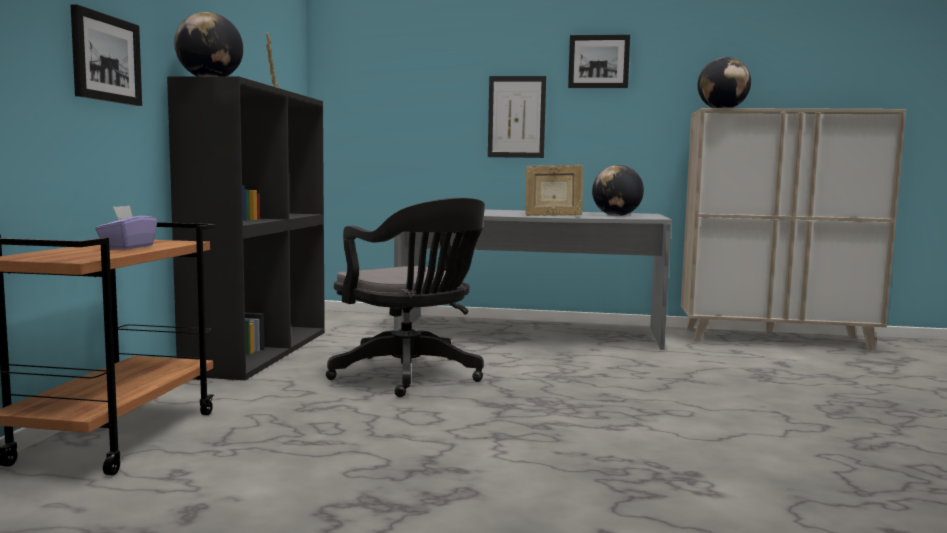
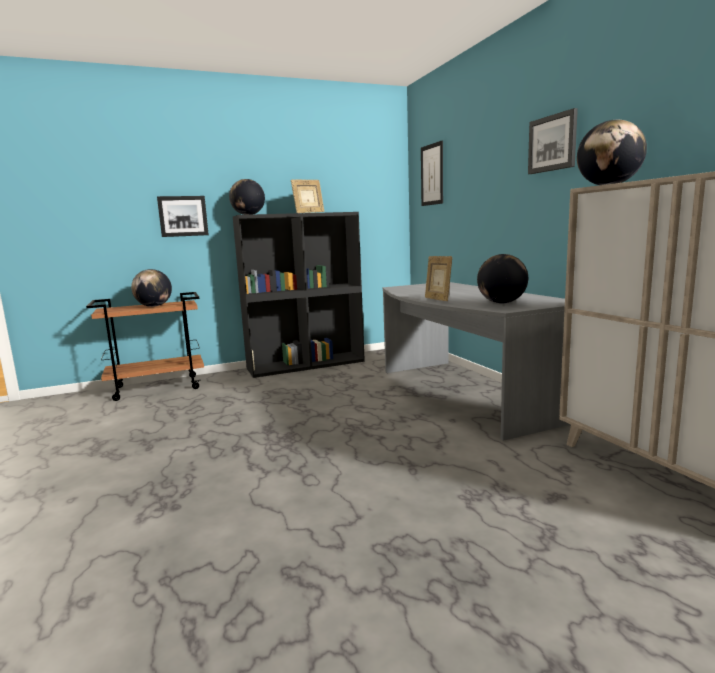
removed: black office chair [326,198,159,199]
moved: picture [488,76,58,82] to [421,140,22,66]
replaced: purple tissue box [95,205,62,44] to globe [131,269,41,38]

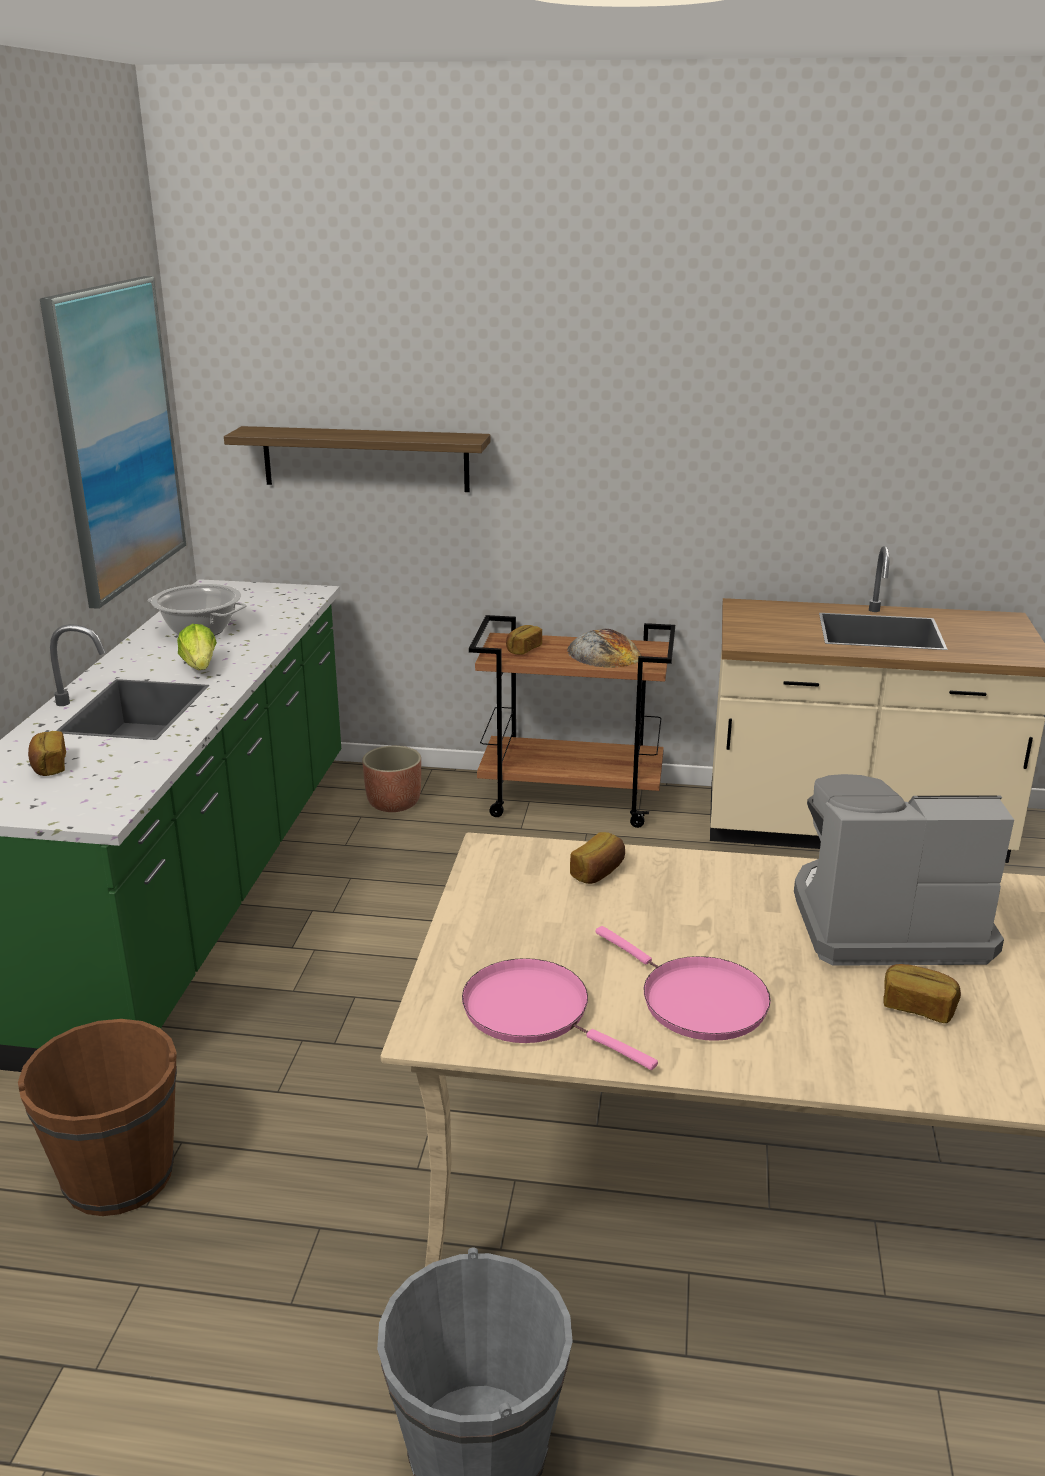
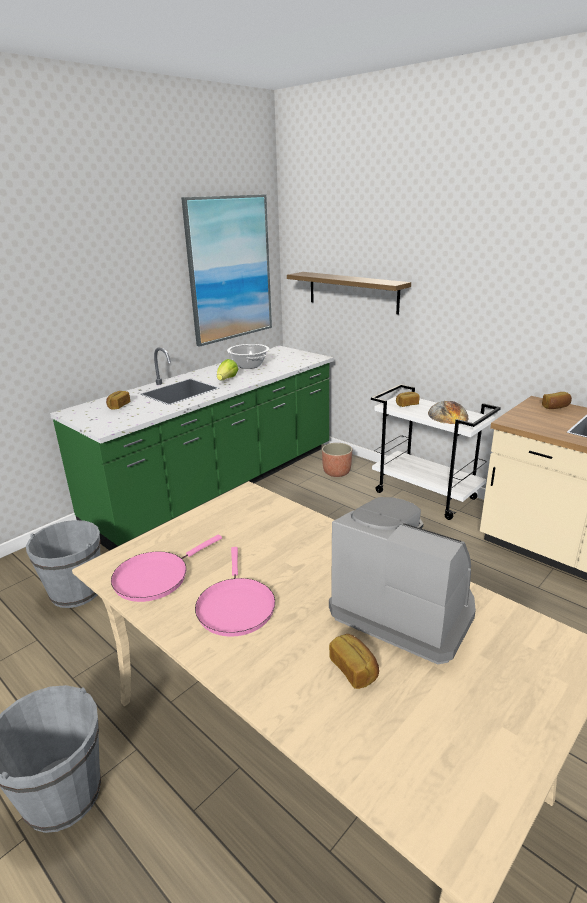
moved: bread [570,832,55,52] to [542,392,30,17]
recoloured: brown bucket [18,1019,159,197] to grey bucket [26,520,74,88]; brown cart [469,615,206,213] to white cart [371,384,130,136]
turned: pink frying pan [462,958,196,112] = [111,535,111,67] 120 degrees counterclockwise

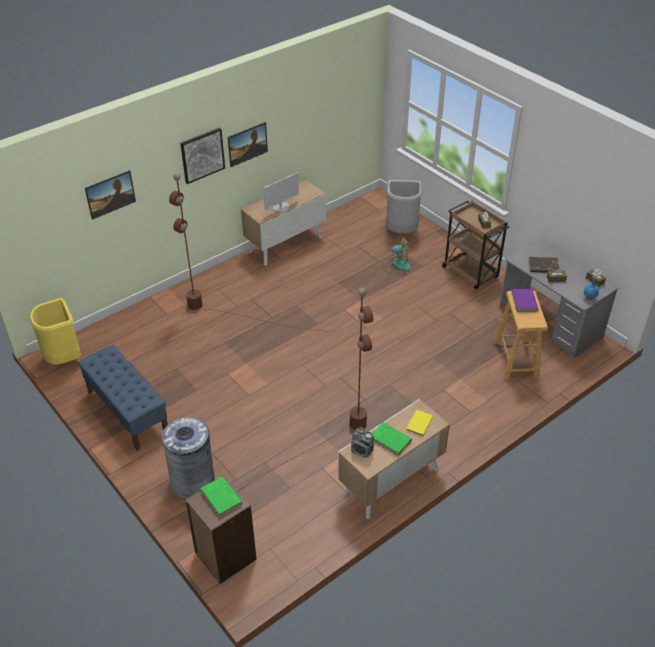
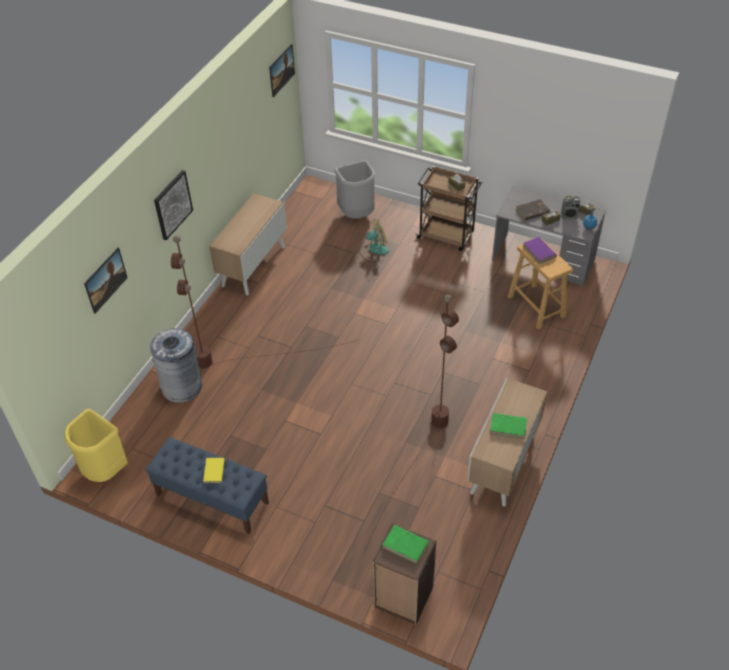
removed: monitor [264,172,35,40]
moved: grey trash can [162,417,53,82] to [150,328,52,75]; yellow book [406,410,27,27] to [203,458,22,25]; picture [228,122,40,45] to [269,44,26,53]; radio [351,427,23,31] to [561,196,19,23]

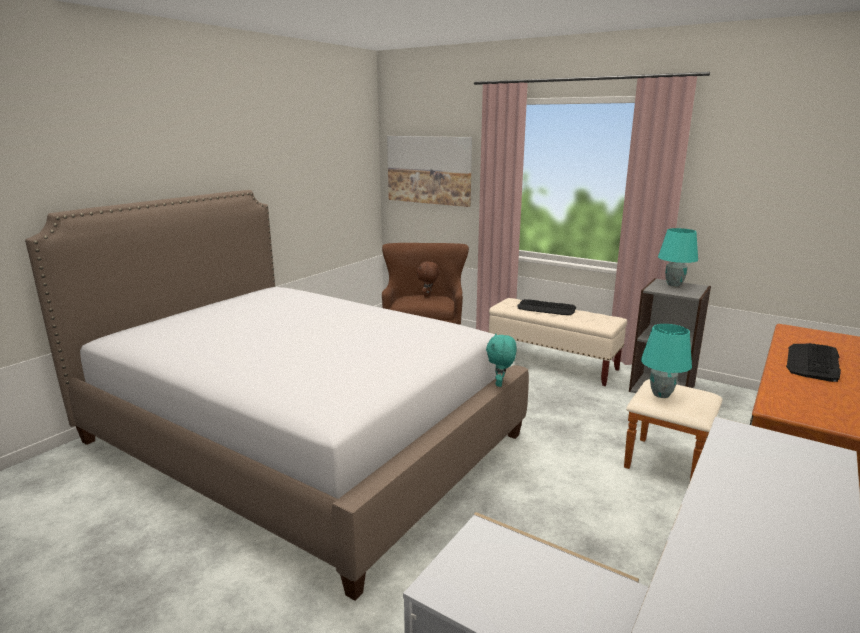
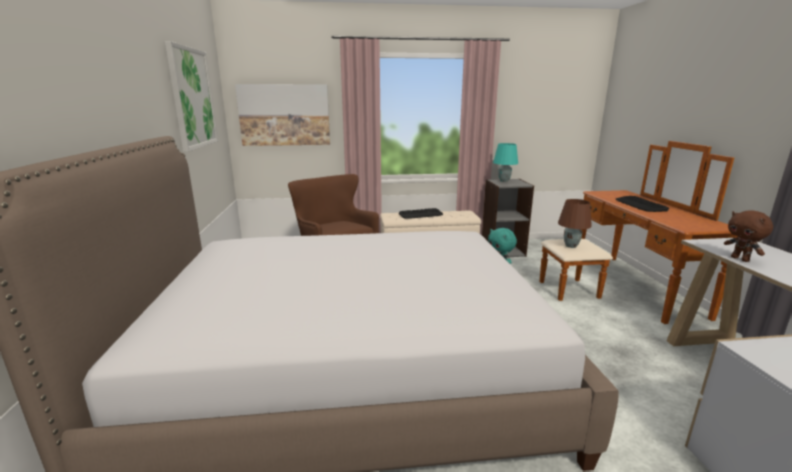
added: picture [165,41,53,111]
moved: brown plush toy [417,261,22,36] to [724,210,49,52]
recoloured: turquoise table lamp [641,324,51,74] to brown table lamp [558,199,34,49]

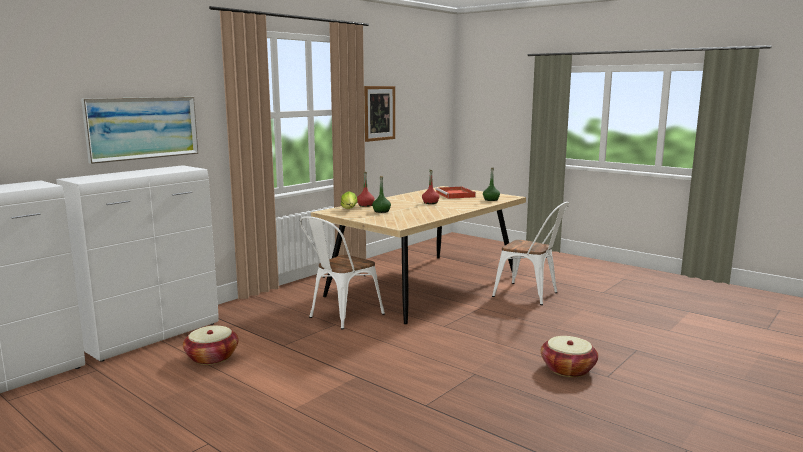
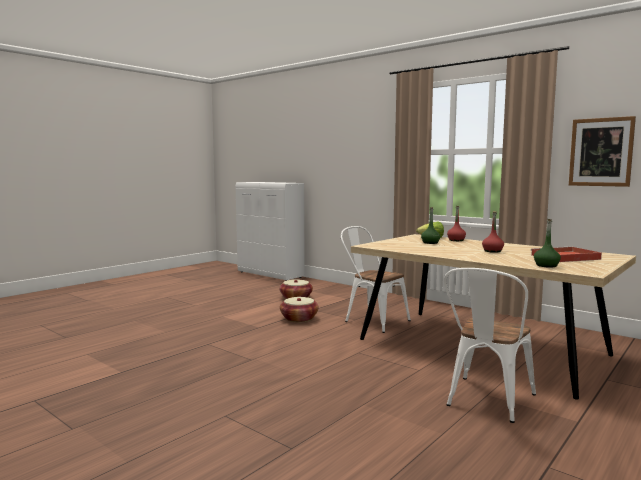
removed: white cabinet [56,165,163,197]; picture [81,97,118,67]
moved: basket [541,336,57,41] to [280,297,39,26]

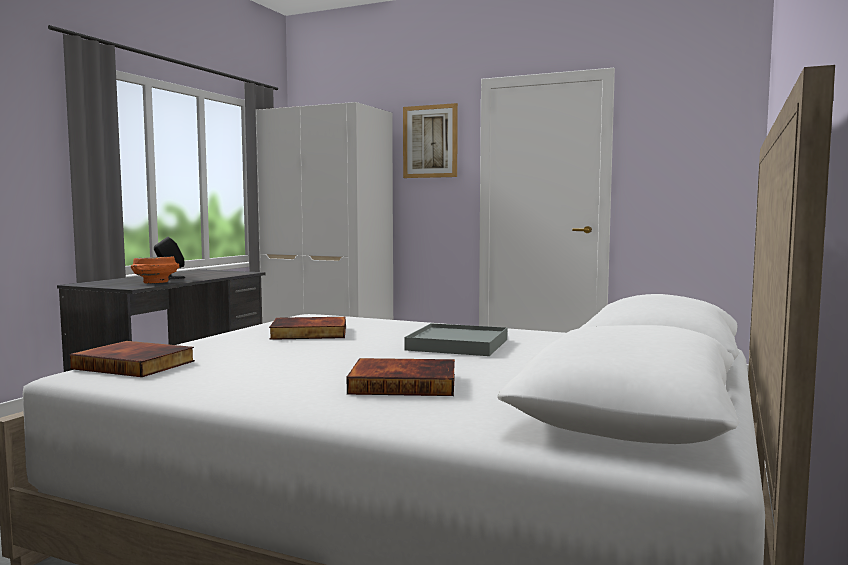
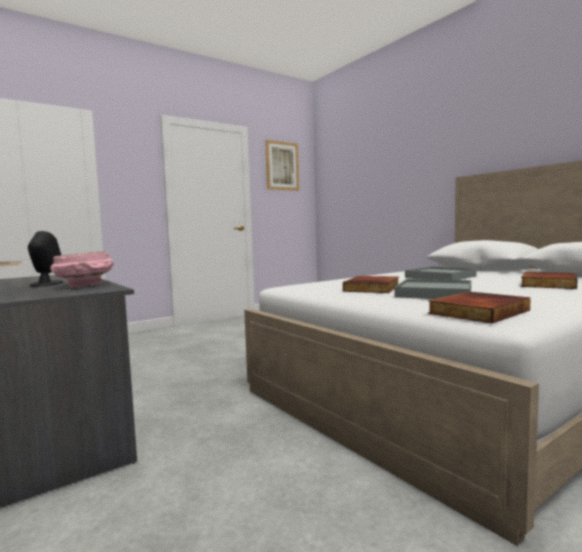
added: grey tray [395,279,76,20]
moved: picture [403,103,55,75] to [265,140,34,51]
recoloured: orange bowl [131,256,48,27] to pink bowl [51,251,63,37]

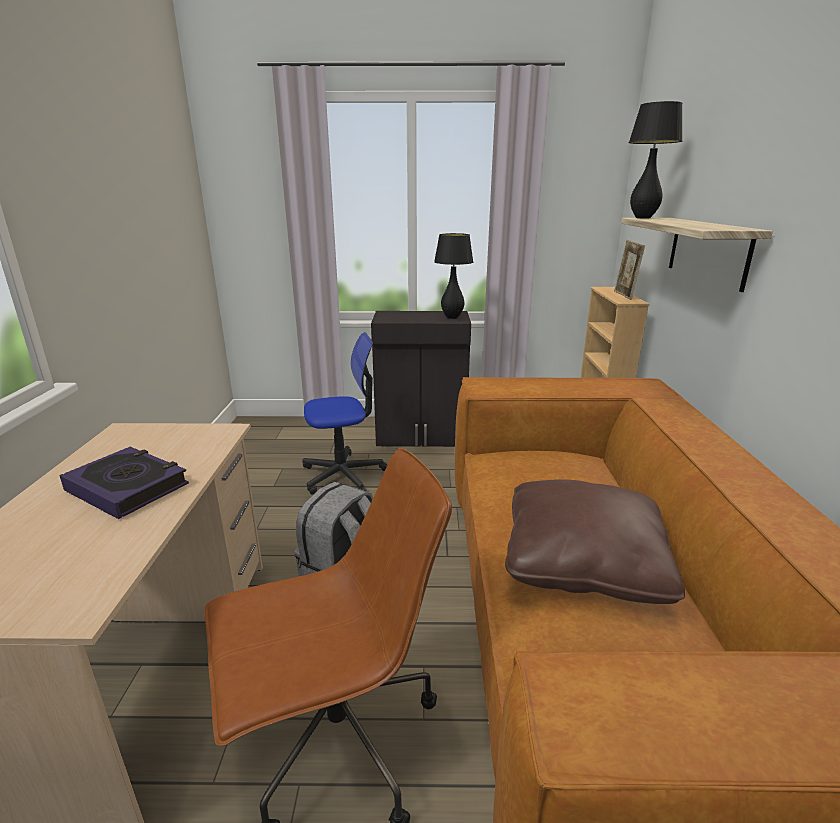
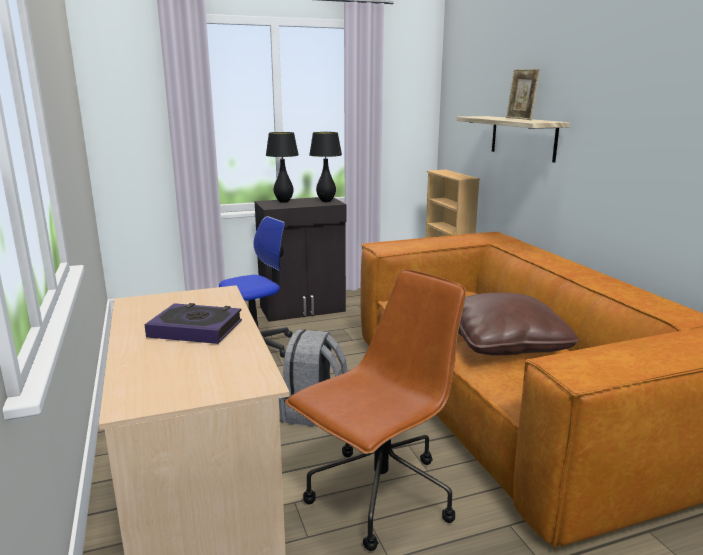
moved: black table lamp [629,101,53,117] to [266,132,33,71]; picture frame [614,240,31,60] to [506,69,35,51]

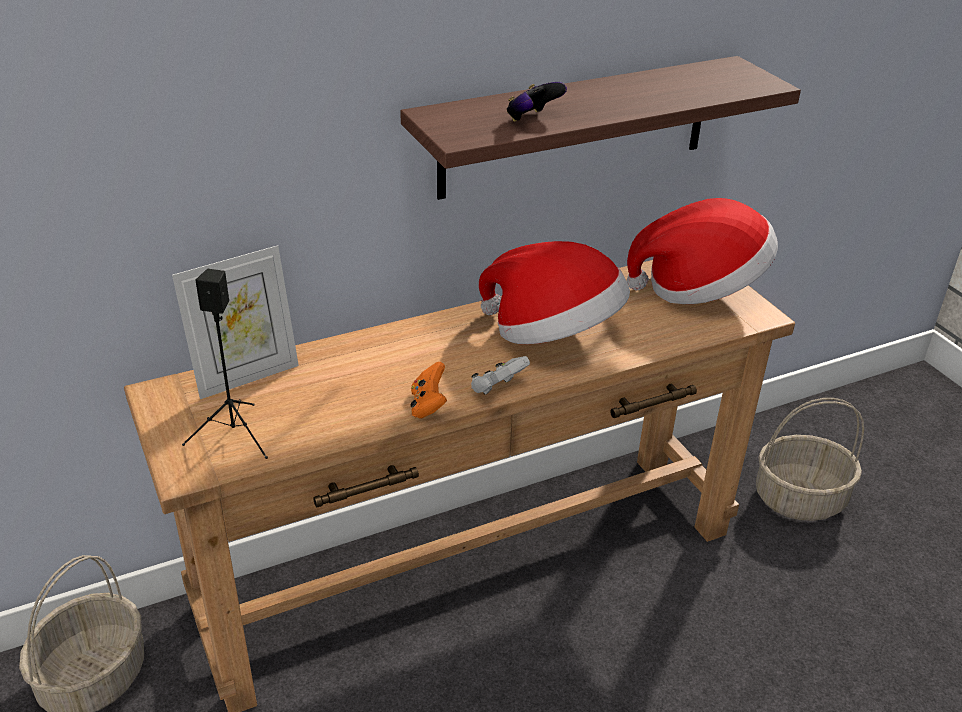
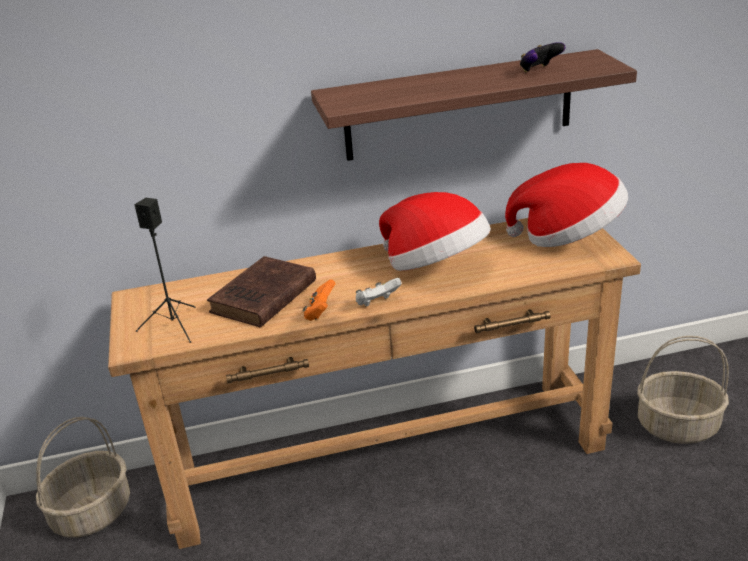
removed: picture frame [172,245,127,154]
added: brown book [207,256,109,71]
moved: game controller [507,82,60,40] to [520,42,46,30]

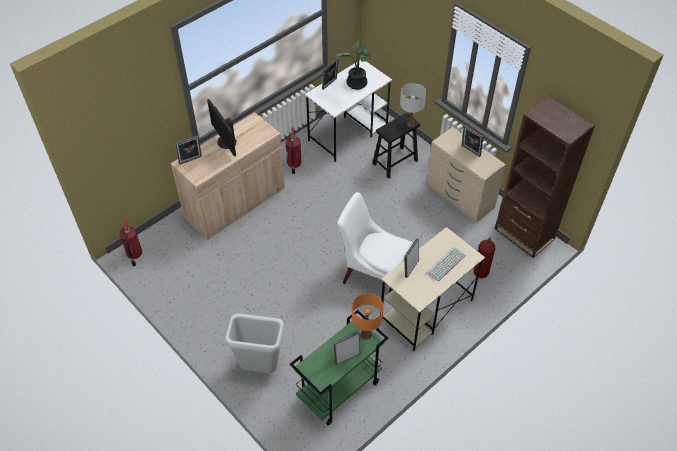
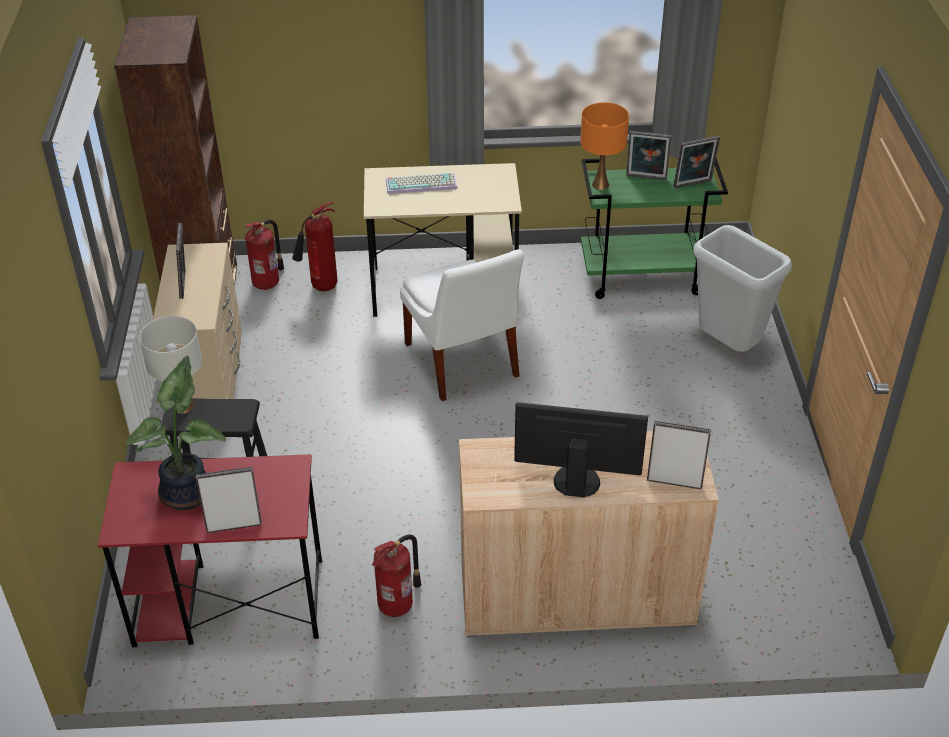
moved: fire extinguisher [119,218,23,48] to [245,220,39,70]; picture frame [404,238,15,40] to [673,136,47,52]
recoloured: white desk [305,60,87,102] to red desk [98,454,224,193]
turned: monitor [207,99,30,58] = [514,402,134,96] 90 degrees counterclockwise

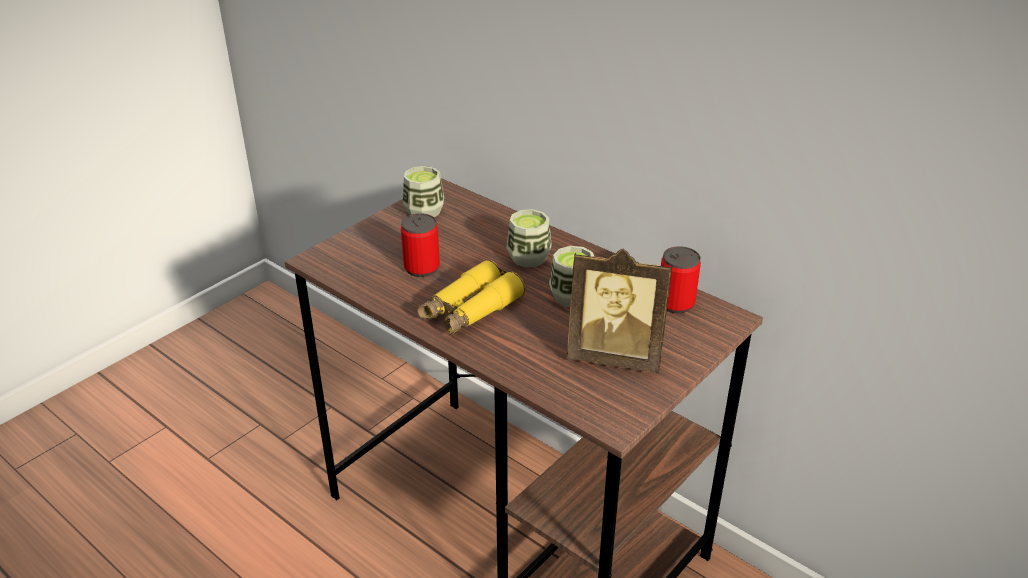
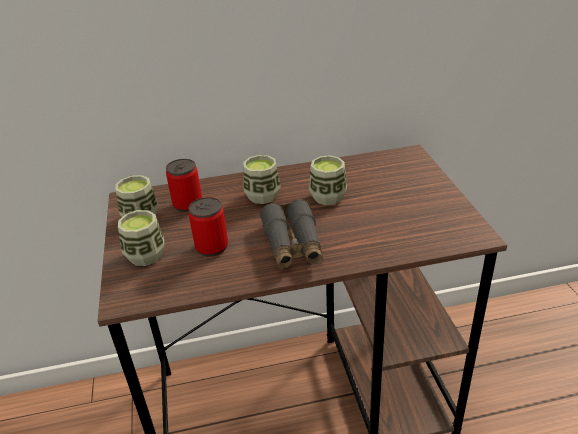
removed: picture frame [567,248,105,125]
added: cup [118,210,46,56]
moved: can [661,246,40,67] to [166,159,36,53]
recoloured: yellow binoculars [417,260,108,75] to grey binoculars [260,199,63,71]

